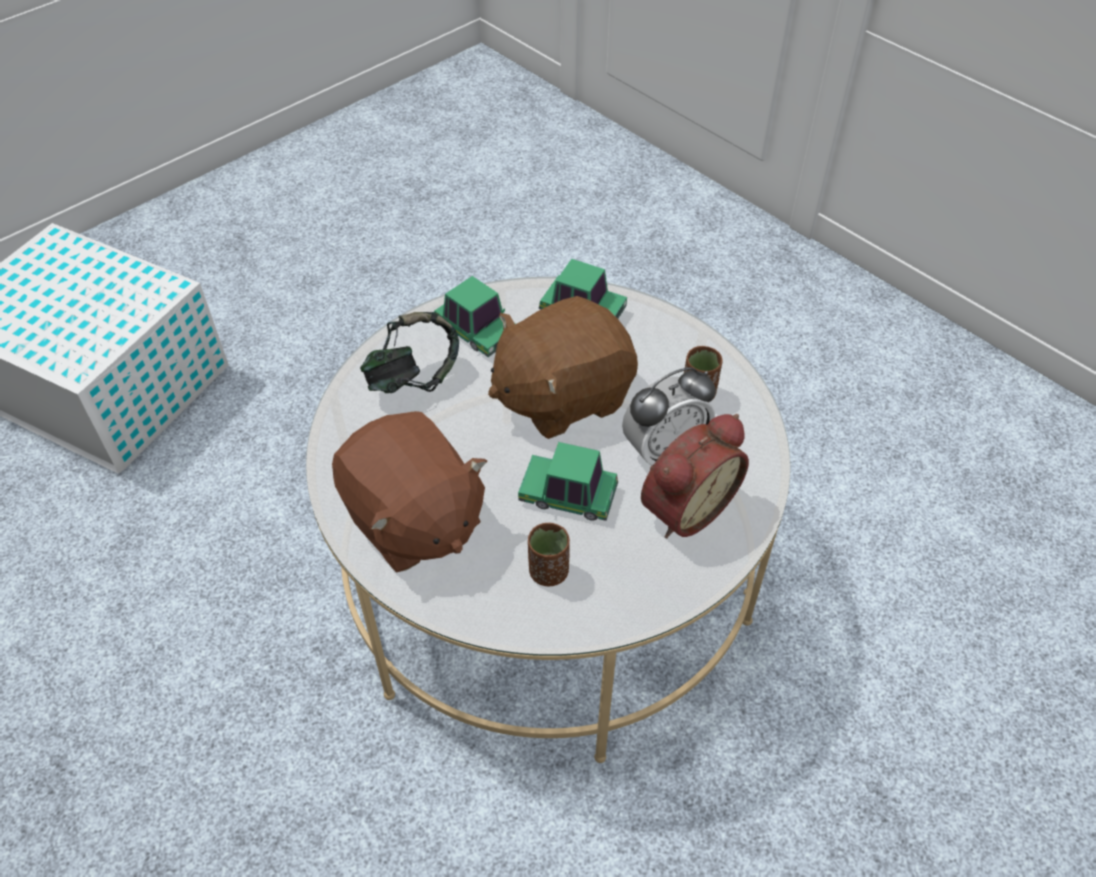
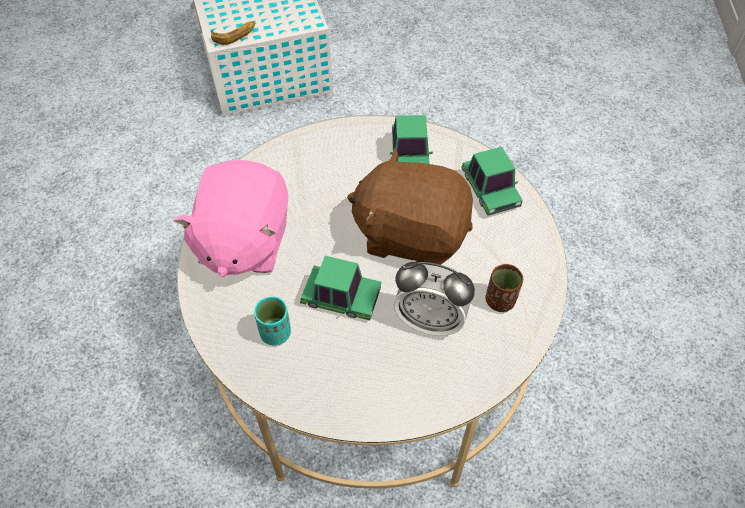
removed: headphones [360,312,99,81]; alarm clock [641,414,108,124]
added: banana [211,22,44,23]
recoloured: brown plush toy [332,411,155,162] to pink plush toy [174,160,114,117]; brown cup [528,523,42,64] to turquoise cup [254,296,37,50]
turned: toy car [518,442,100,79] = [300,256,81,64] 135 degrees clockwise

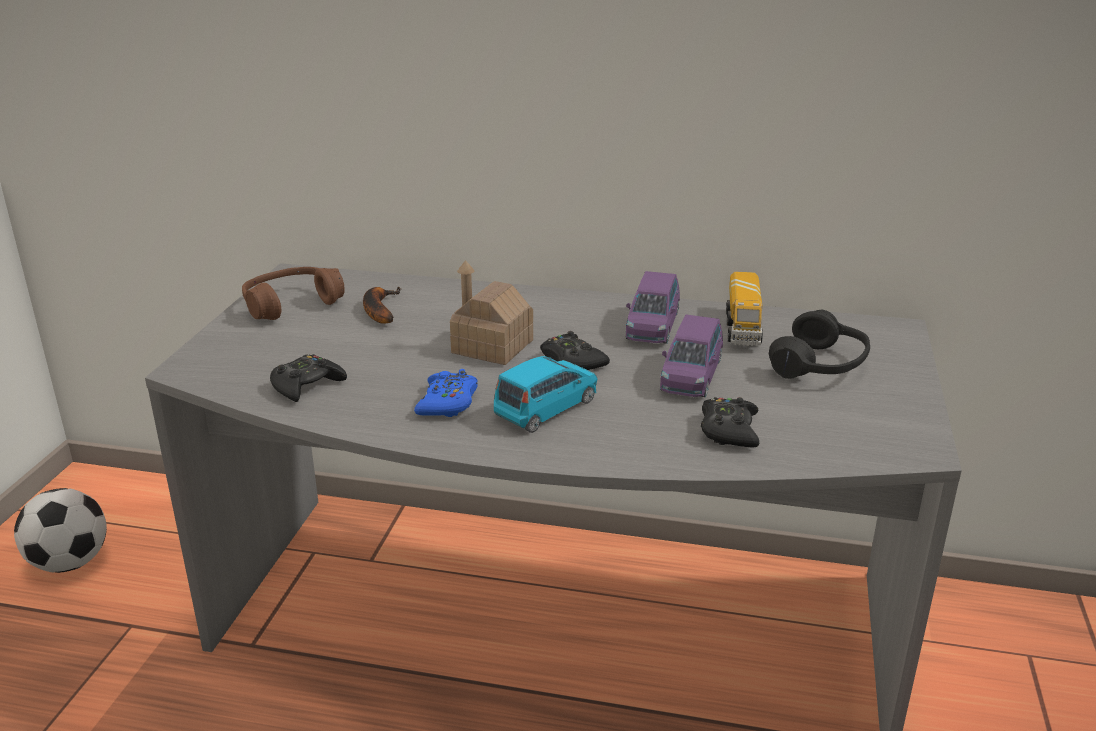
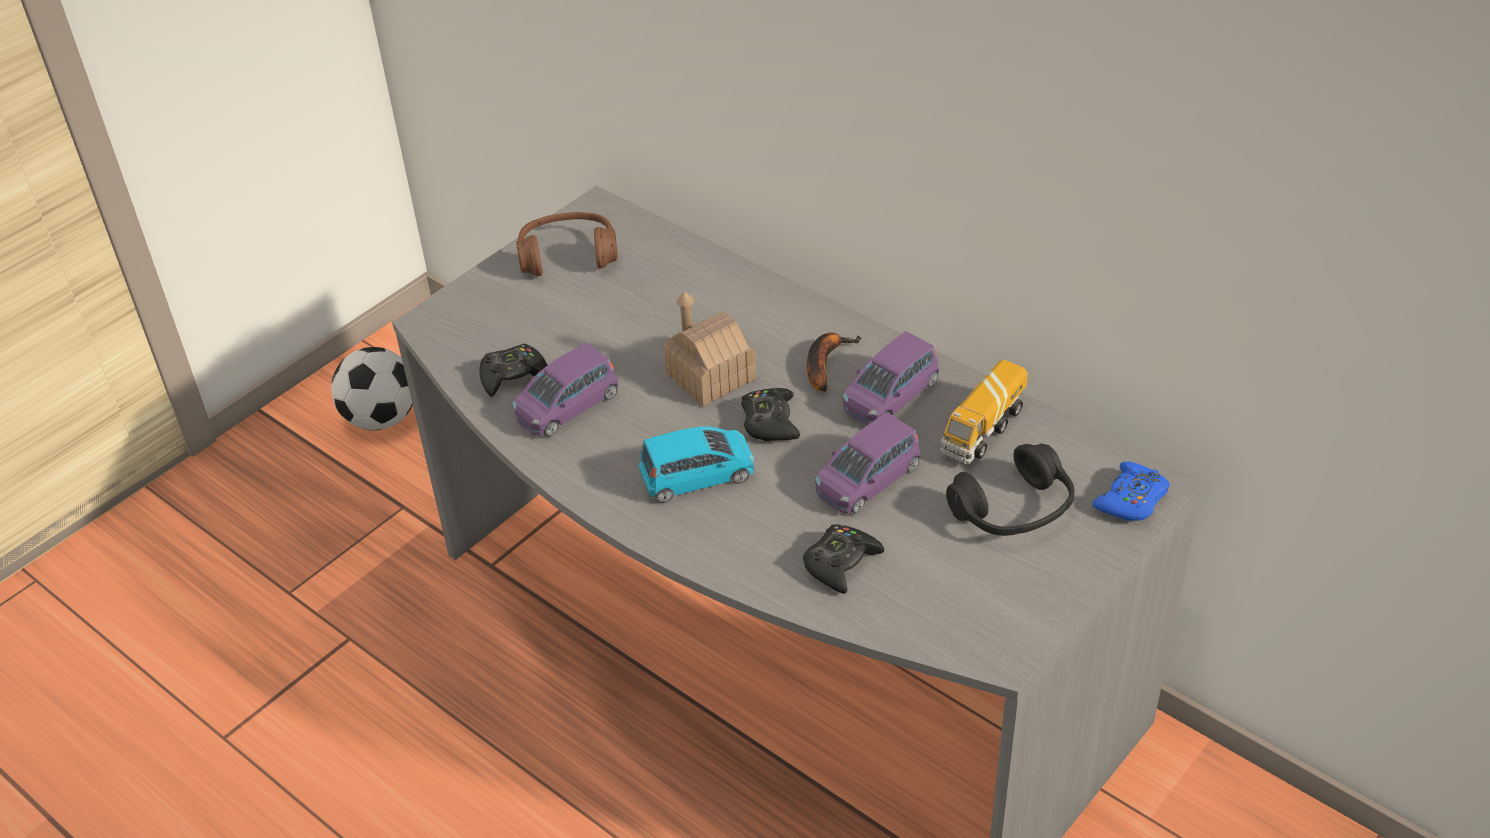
added: purple toy car [512,343,106,94]
moved: banana [363,287,38,37] to [807,332,55,60]; blue game controller [414,369,64,48] to [1092,462,78,59]

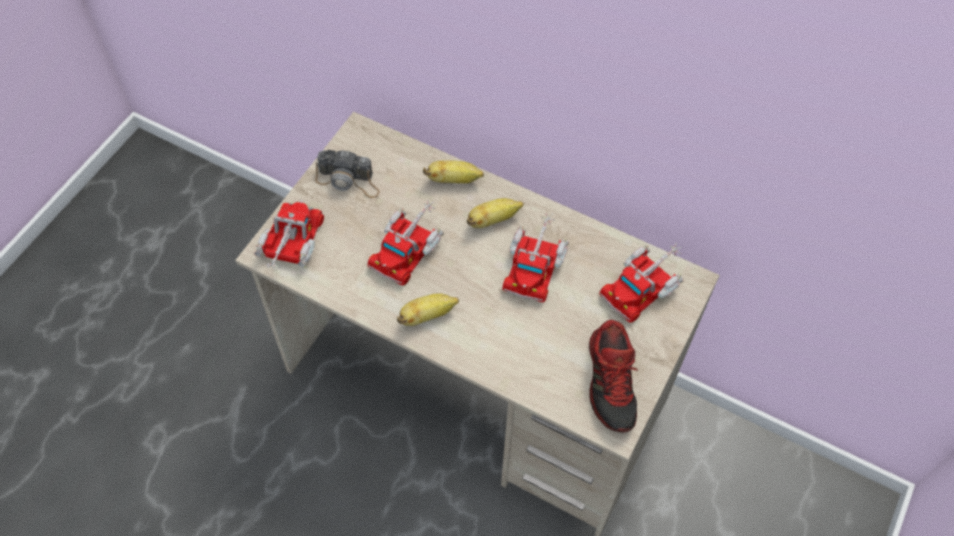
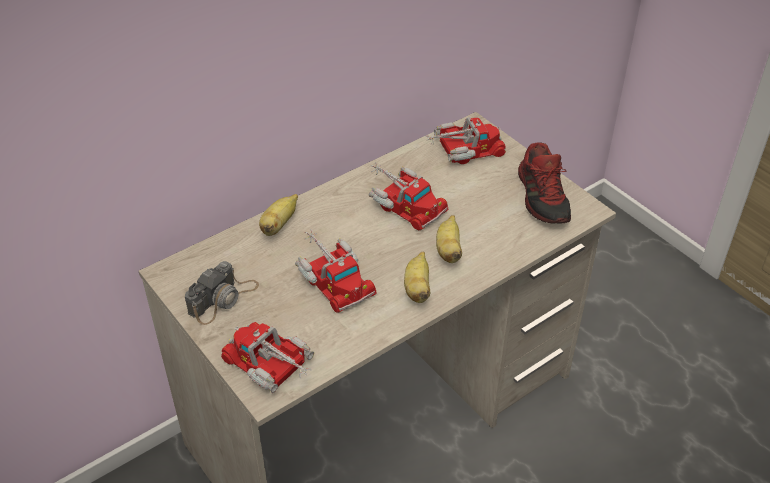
moved: banana [467,198,57,30] to [436,215,26,48]
turned: toy truck [599,243,85,80] = [425,117,81,47] 90 degrees counterclockwise; shoe [589,320,49,112] = [518,142,53,81] 60 degrees clockwise

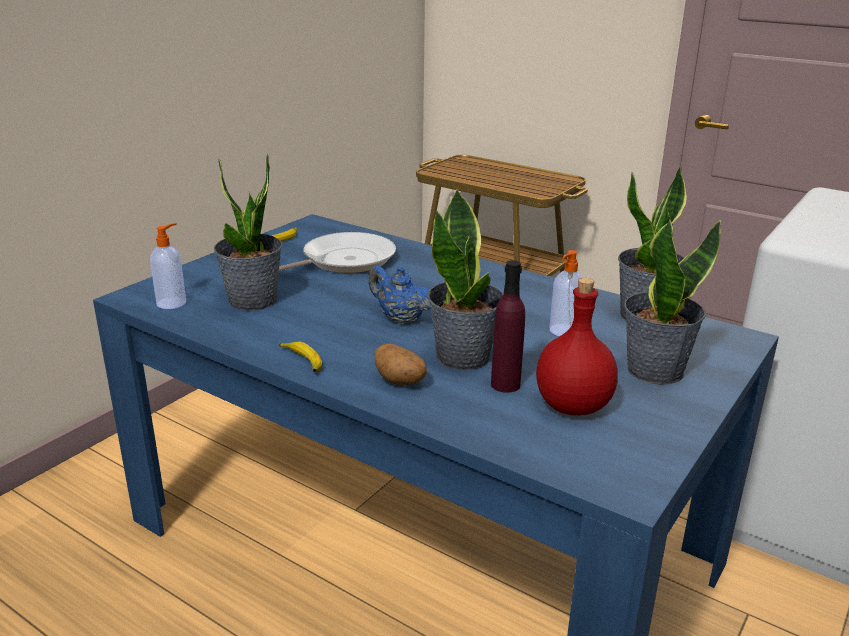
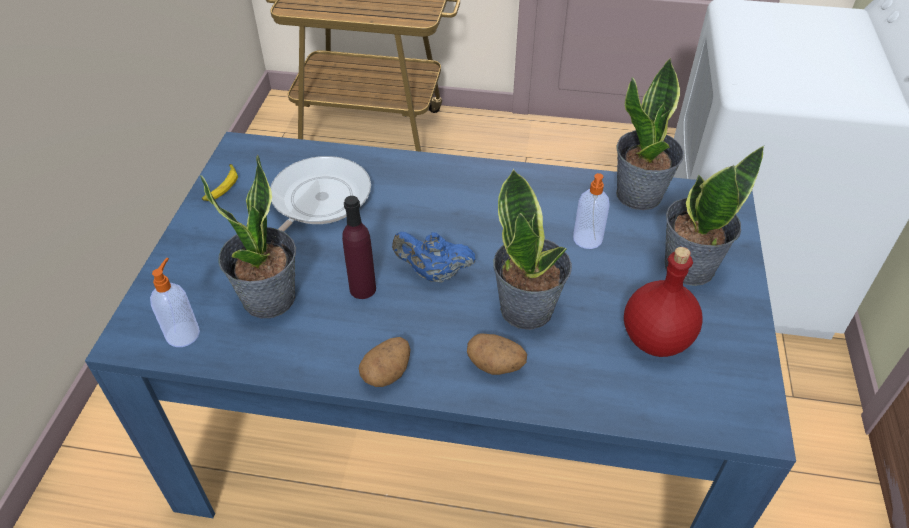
moved: purple bottle [491,260,34,133] to [342,196,34,103]
replaced: banana [279,341,43,31] to potato [359,337,51,50]

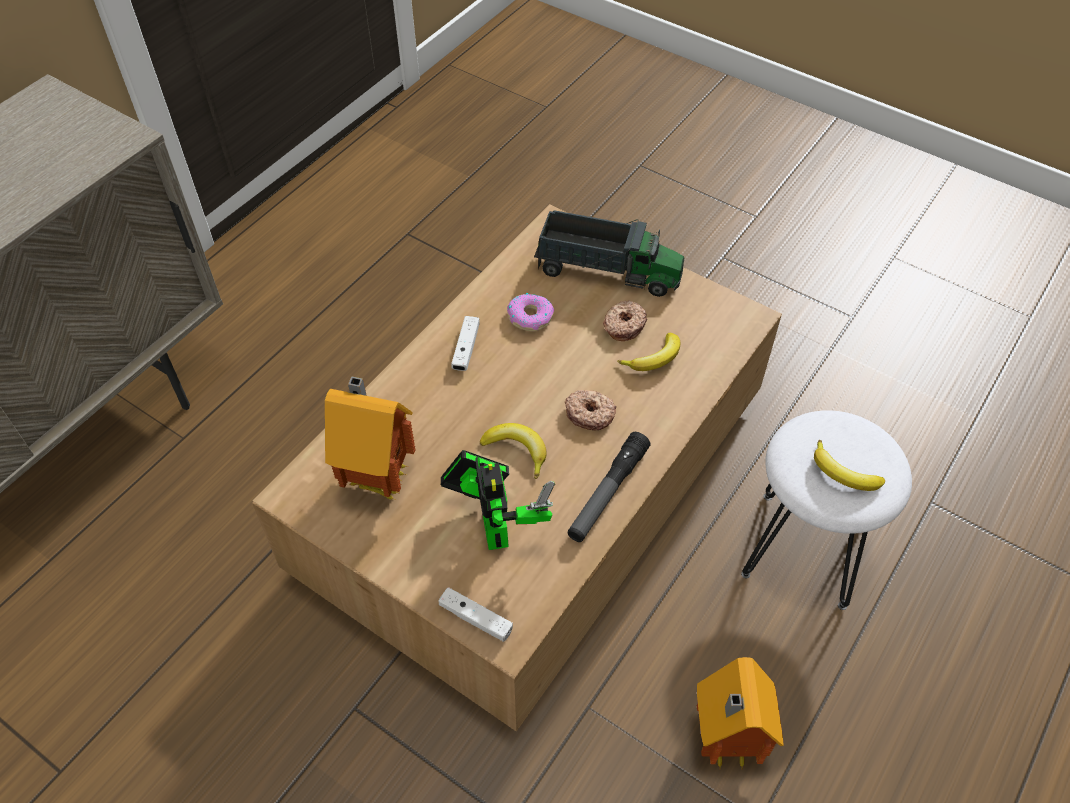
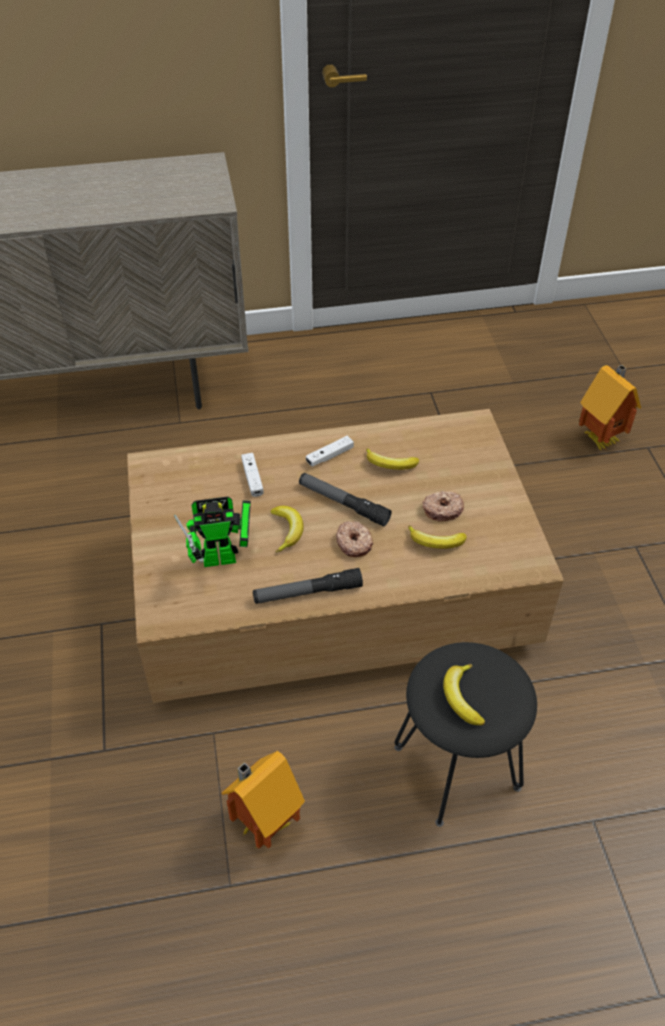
removed: toy truck [534,210,150,87]
added: flashlight [299,473,93,53]
moved: white game controller [439,587,74,55] to [241,453,23,44]; toy house [325,377,91,123] to [579,365,62,85]
replaced: donut [507,293,47,39] to banana [366,448,53,22]
recoloured: white stool [741,410,171,200] to black stool [394,642,143,185]
turned: toy robot [441,450,114,100] = [174,497,77,70] 45 degrees clockwise

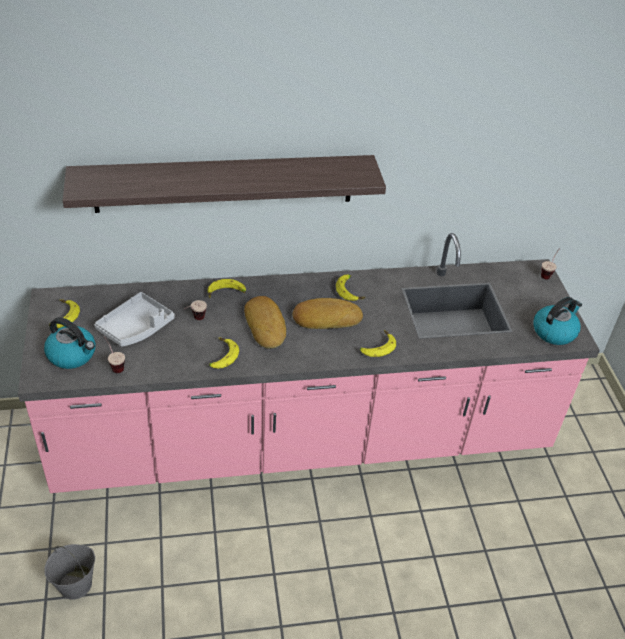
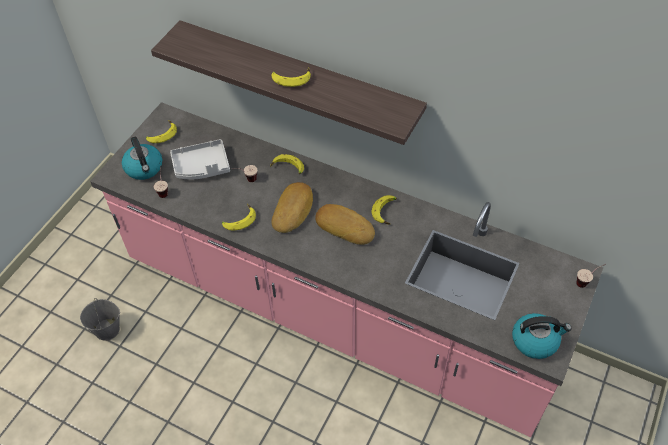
moved: banana [360,330,36,27] to [271,67,40,20]

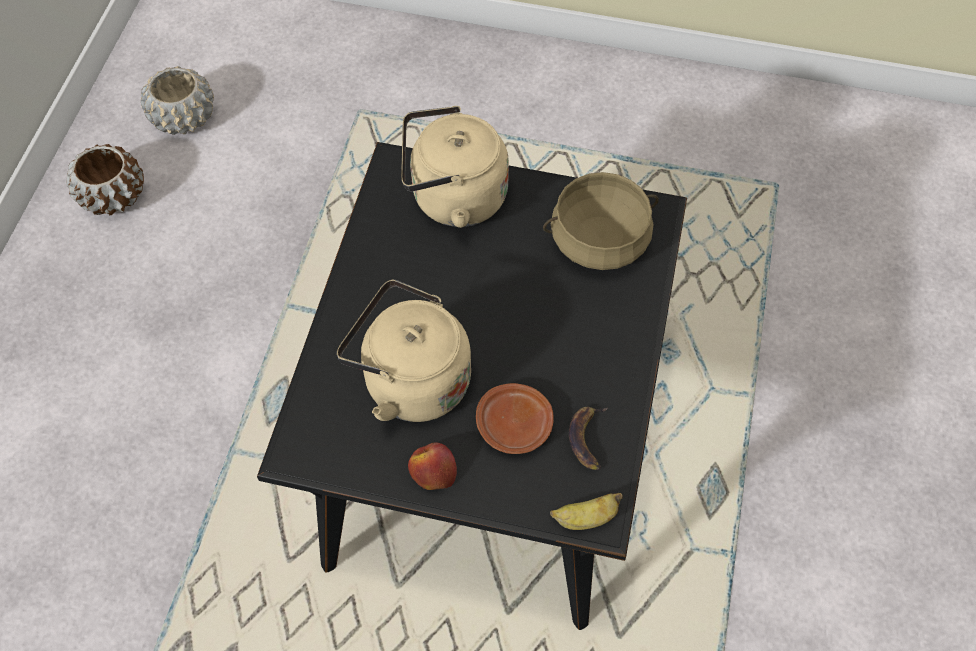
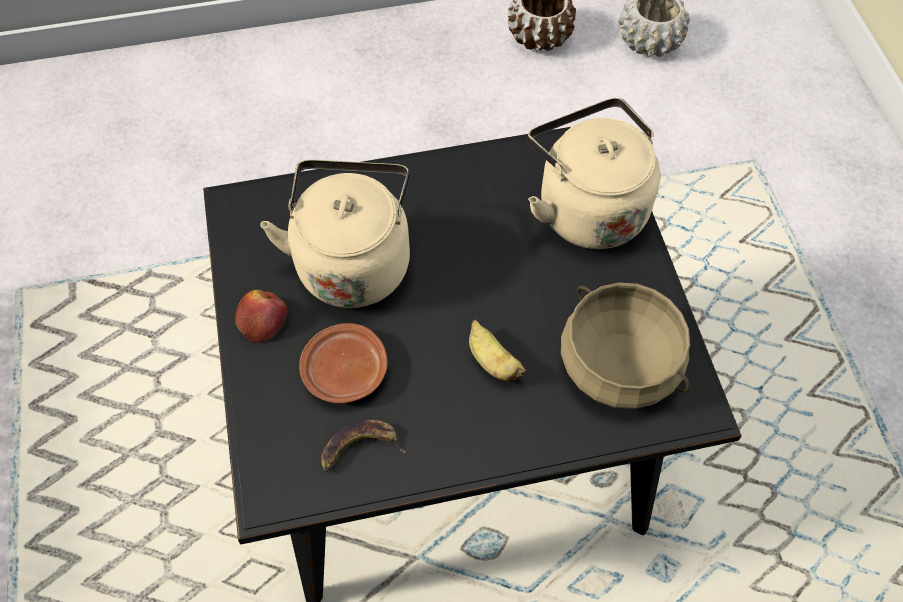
moved: banana [550,493,73,37] to [469,320,57,61]

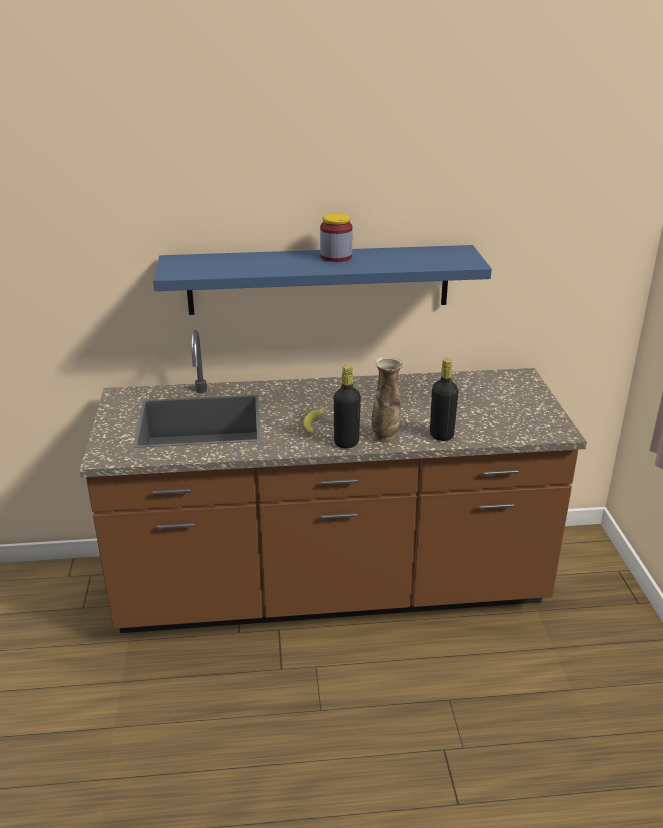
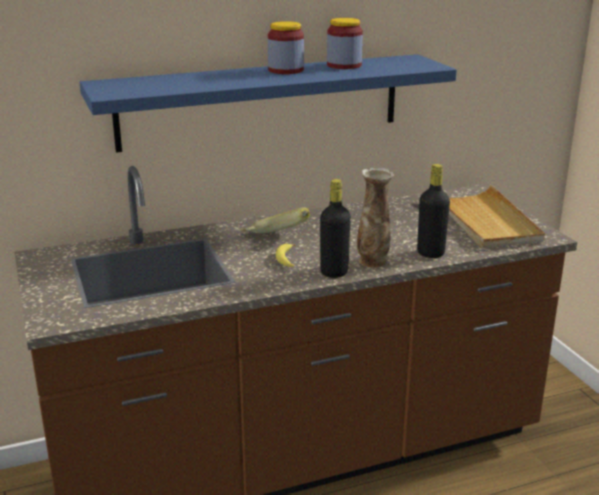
added: banana [240,207,70,26]; jar [327,18,36,51]; beige tray [449,185,96,63]

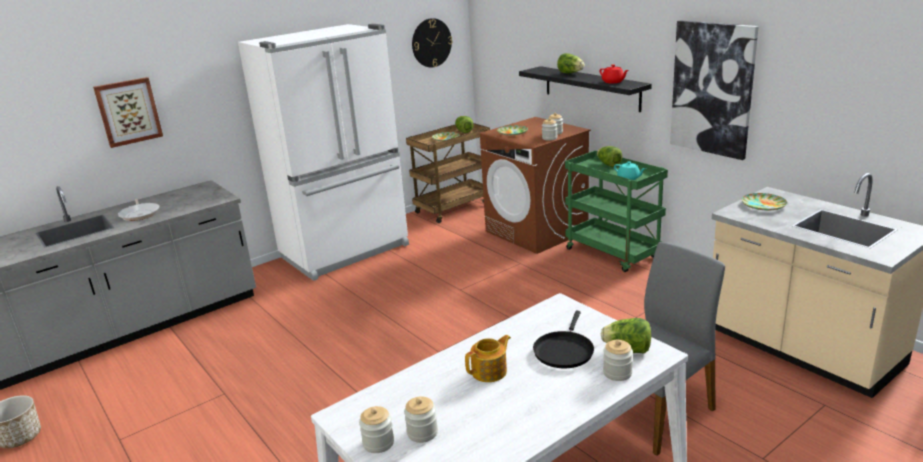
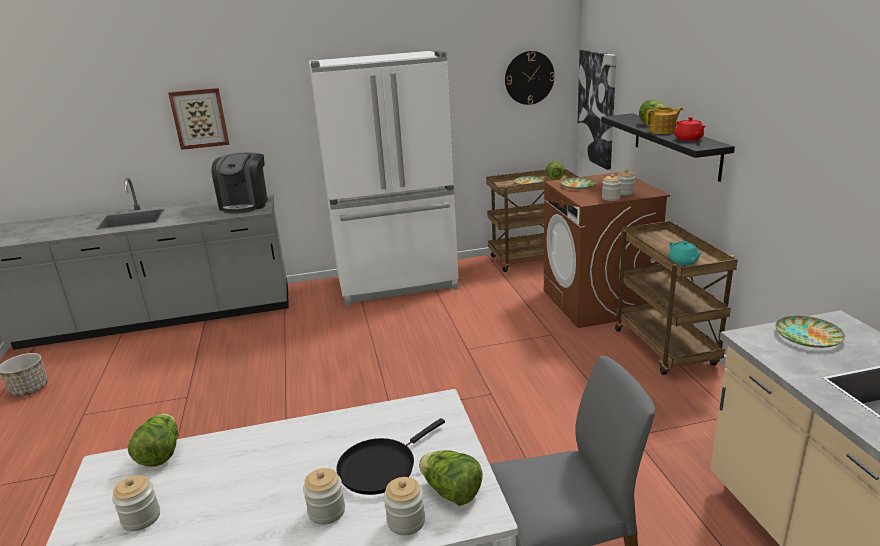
removed: frying pan [118,199,42,22]
added: coffee machine [211,152,57,62]
moved: lettuce [597,146,25,21] to [127,414,51,53]; jar [359,406,35,47] to [303,468,42,57]; picture [670,20,89,140] to [577,50,40,120]; teapot [465,335,46,47] to [645,107,38,27]
recoloured: green cart [565,151,103,121] to brown cart [615,221,123,154]

